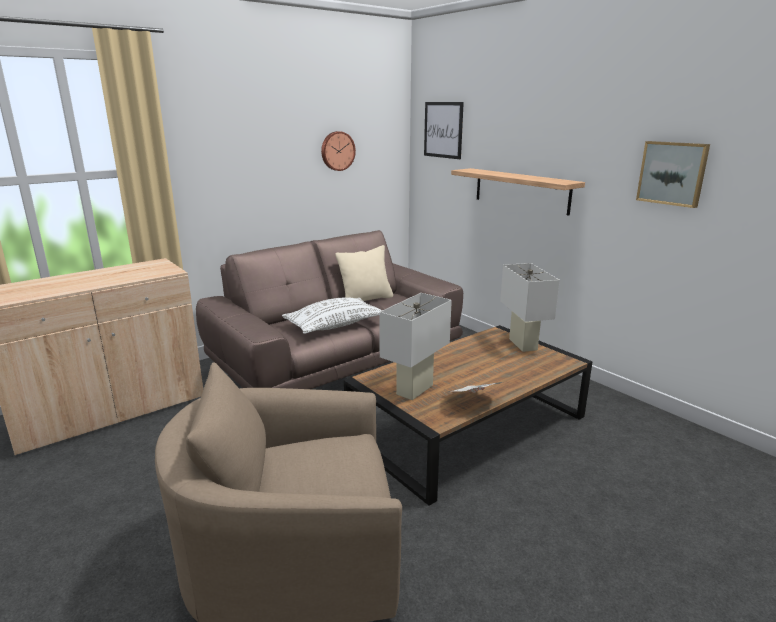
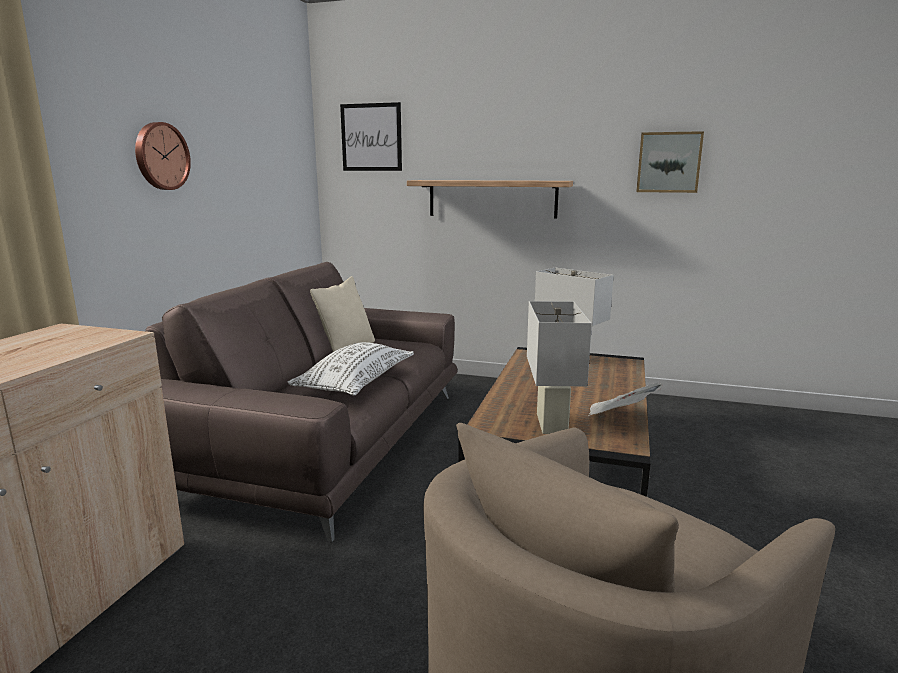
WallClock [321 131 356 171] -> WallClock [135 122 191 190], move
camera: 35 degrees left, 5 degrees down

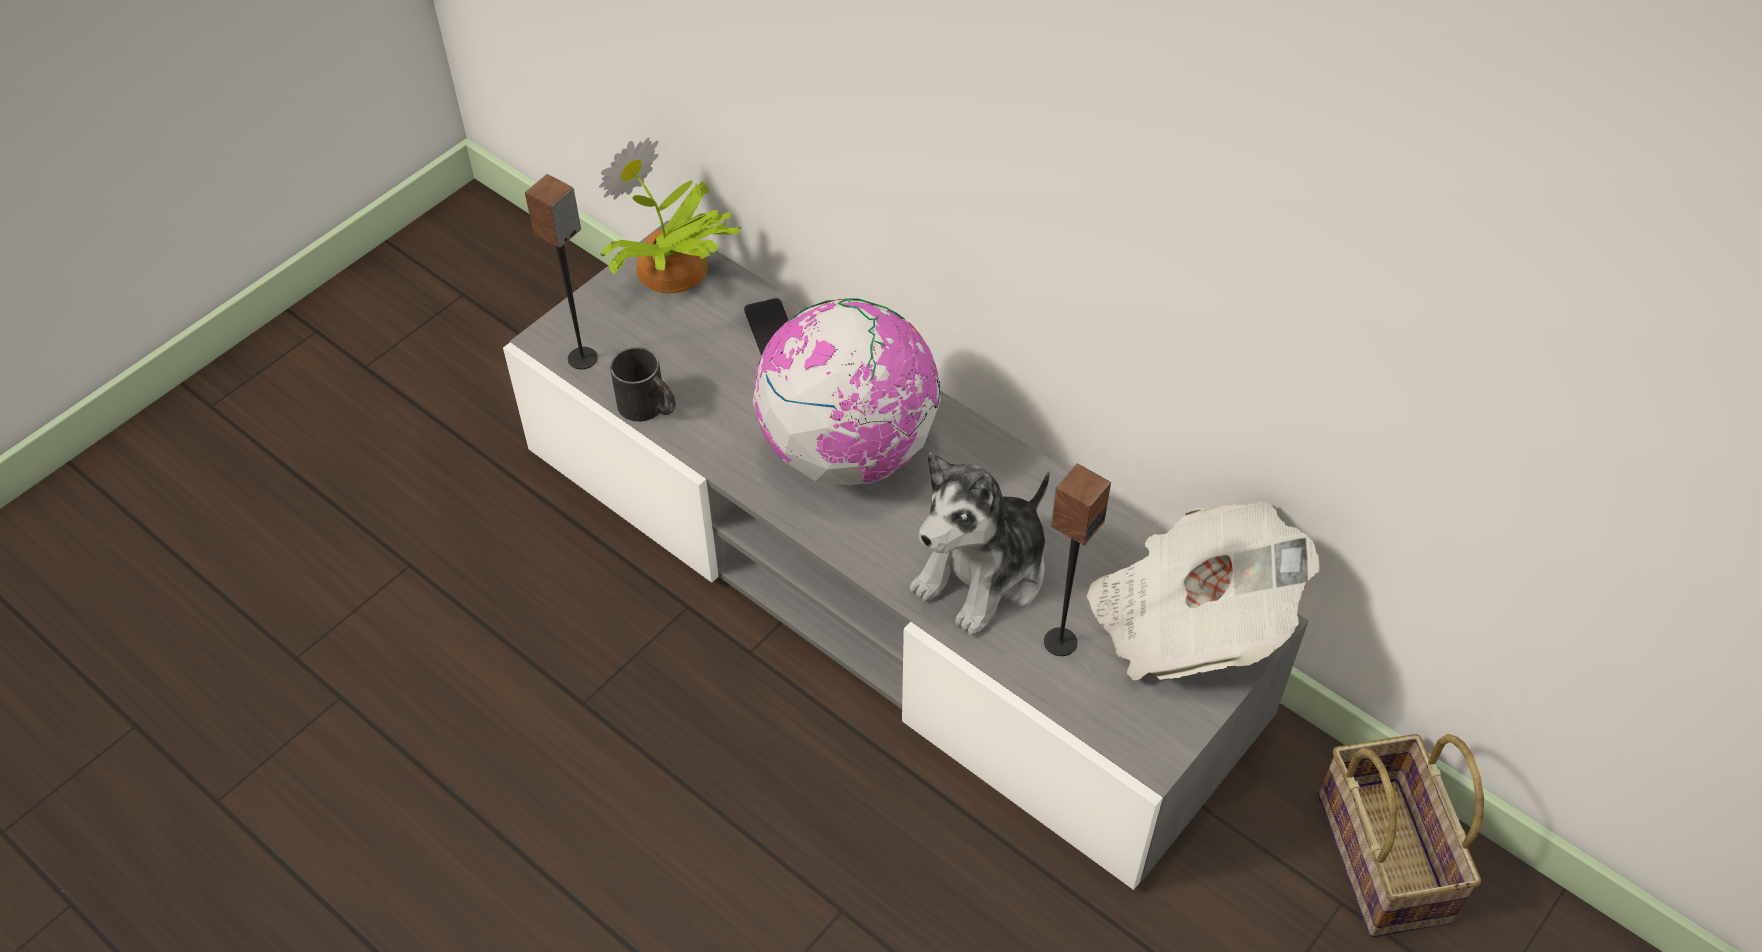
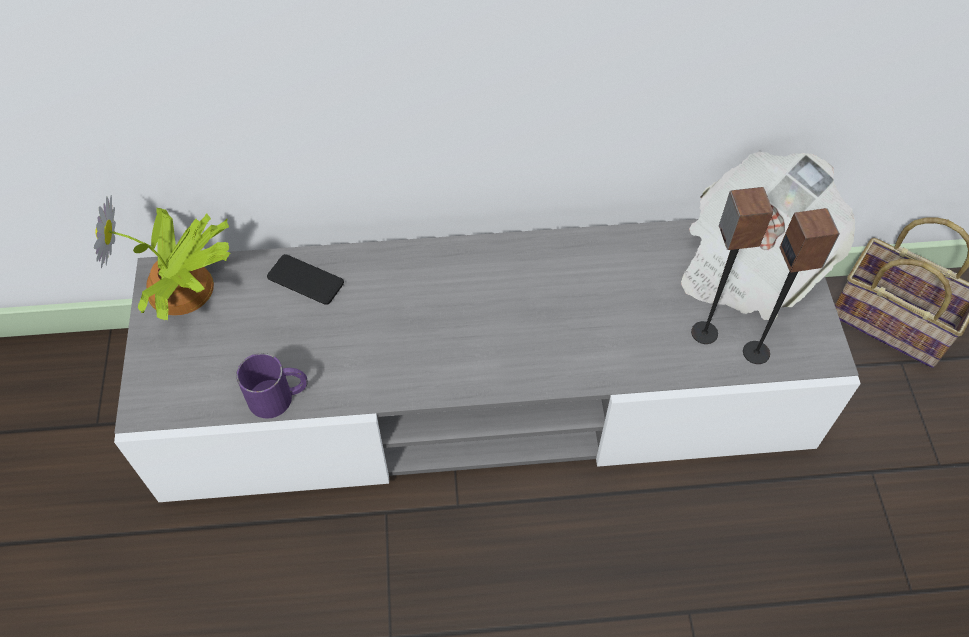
Globe [753 298 941 485] -> none
PlushToy [910 452 1050 636] -> none
Speaker [525 174 597 369] -> Speaker [743 208 840 364], move
BlackMug [610 347 676 422] -> PurpleMug [236 353 308 419]
camera: 45 degrees left, 5 degrees up

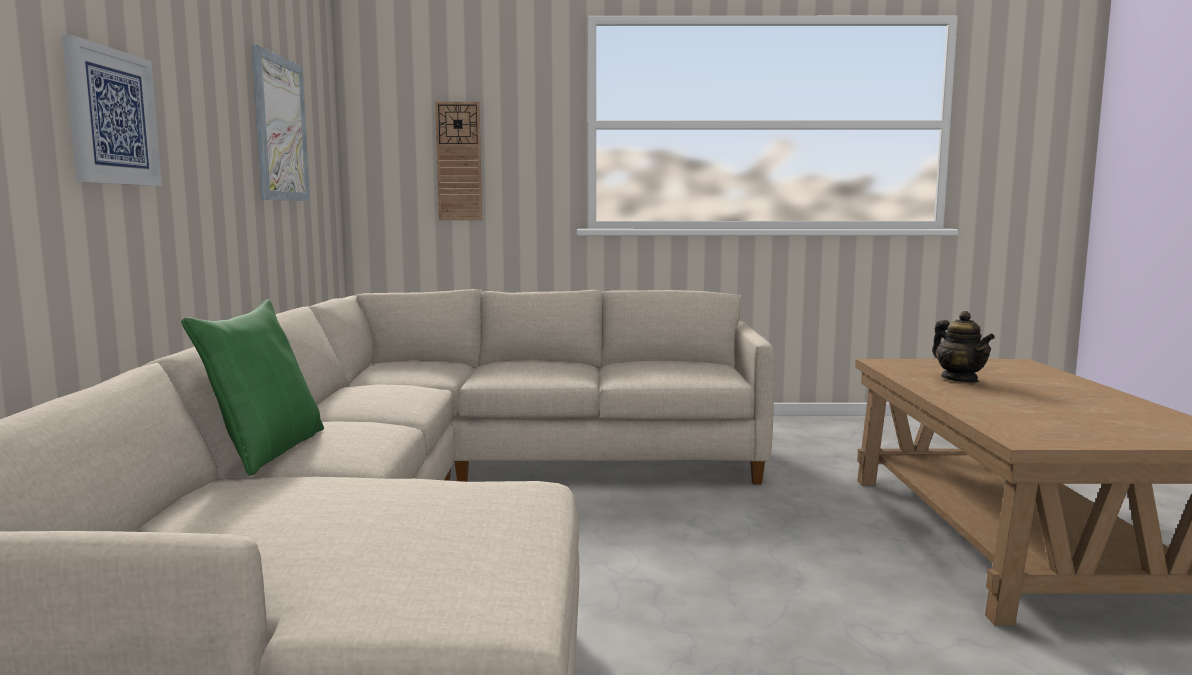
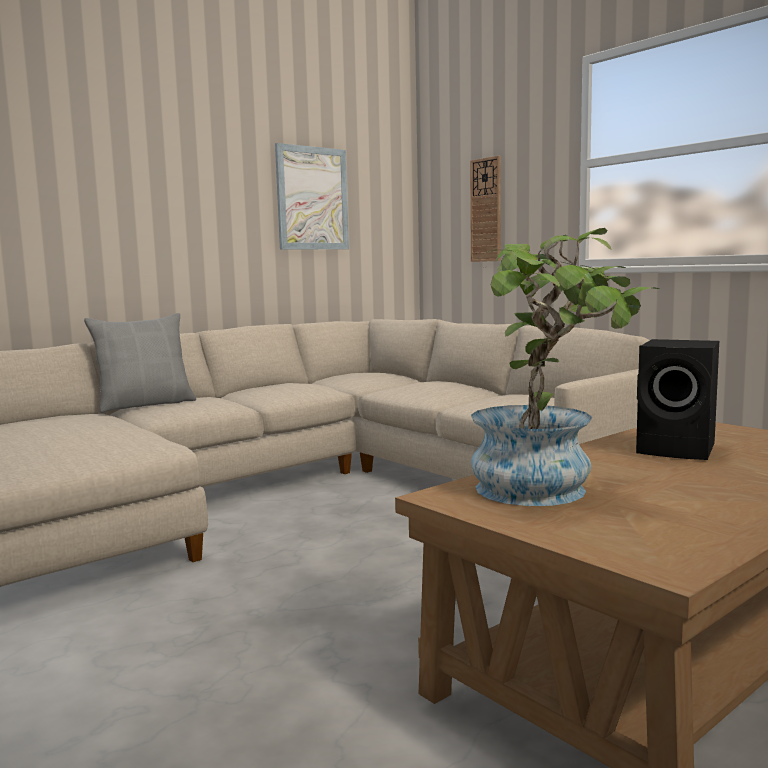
Picture [62 35 162 186] -> none
none -> PottedPlant [471 228 660 506]
Teapot [932 311 995 382] -> BlackSpeaker [636 339 719 460]
GreenPillow [181 299 324 476] -> GreyPillow [84 313 196 413]
camera: 50 degrees right, 0 degrees up

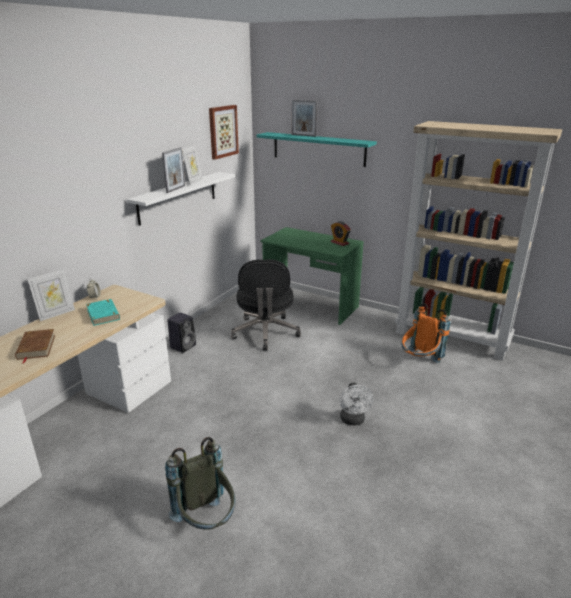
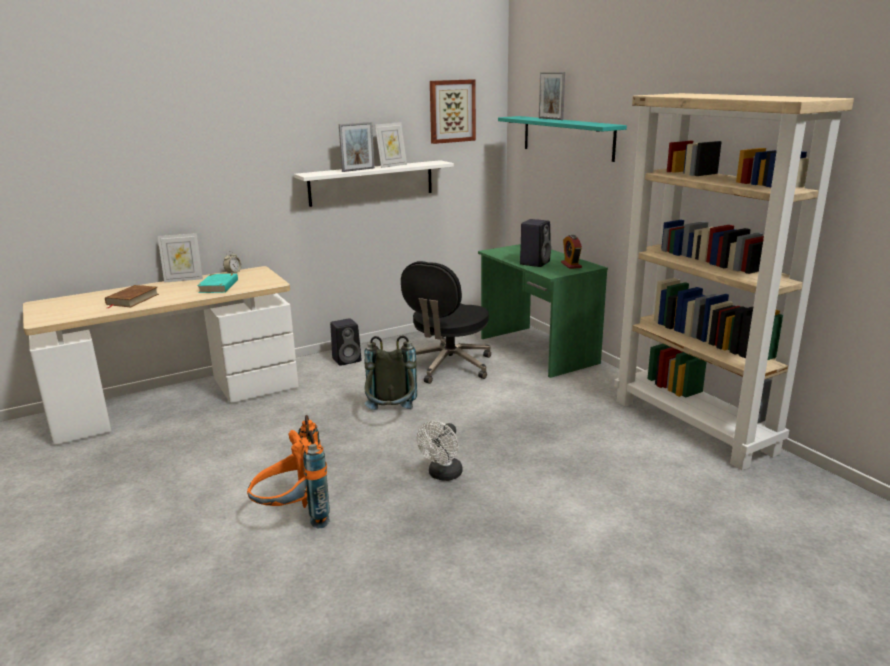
none -> BlackSpeaker [520 219 551 267]
GreyBackpack [165 437 235 530] -> GreyBackpack [364 336 417 410], move
OrangeBackpack [401 303 450 363] -> OrangeBackpack [247 415 330 529], move
camera: 30 degrees right, 5 degrees down

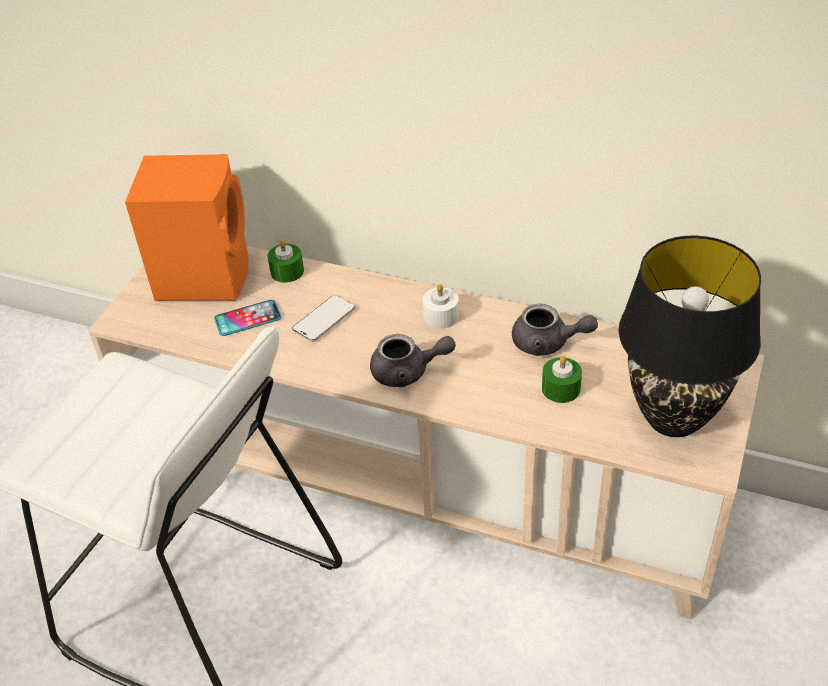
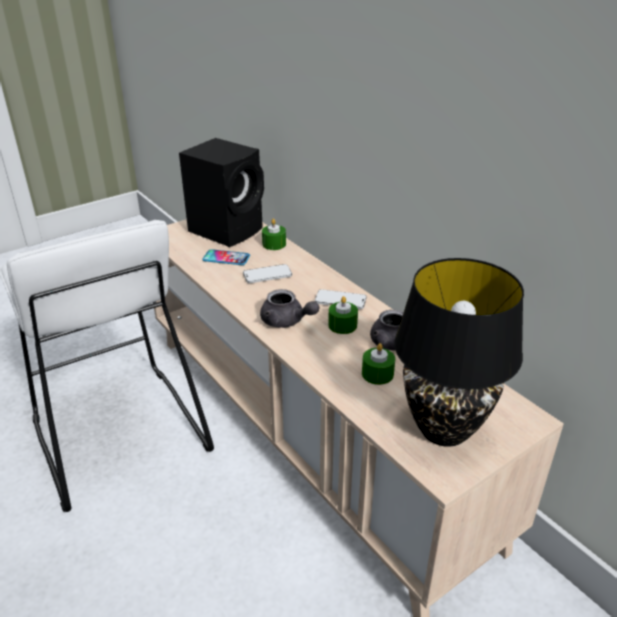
none -> GreenCandle [328 296 358 334]
WhiteCandle [422 284 459 329] -> Phone [315 289 367 309]
OrangeSpeaker [125 154 249 301] -> BlackSpeaker [179 138 264 247]
camera: 30 degrees right, 10 degrees down

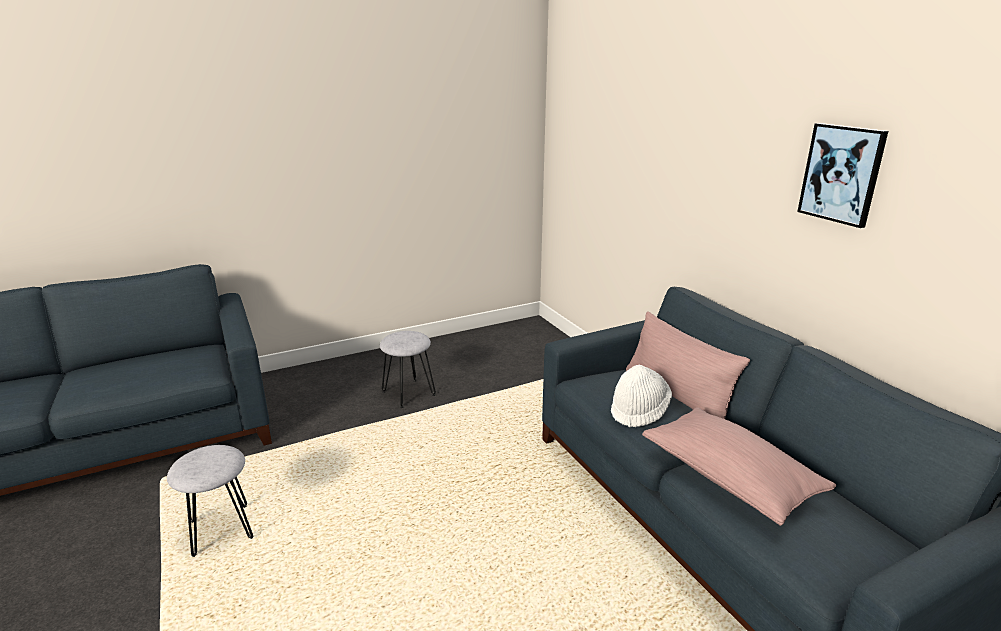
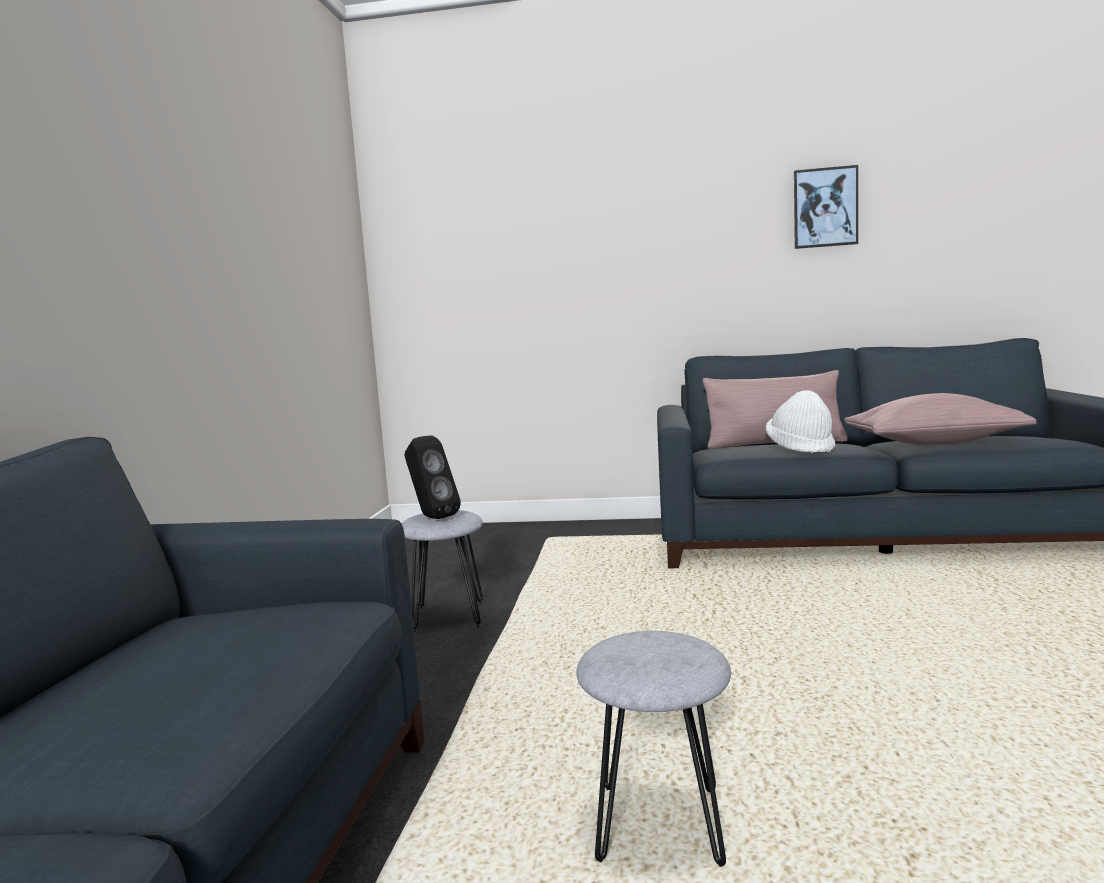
none -> BlackSpeaker [404 435 461 519]
camera: 55 degrees left, 15 degrees down

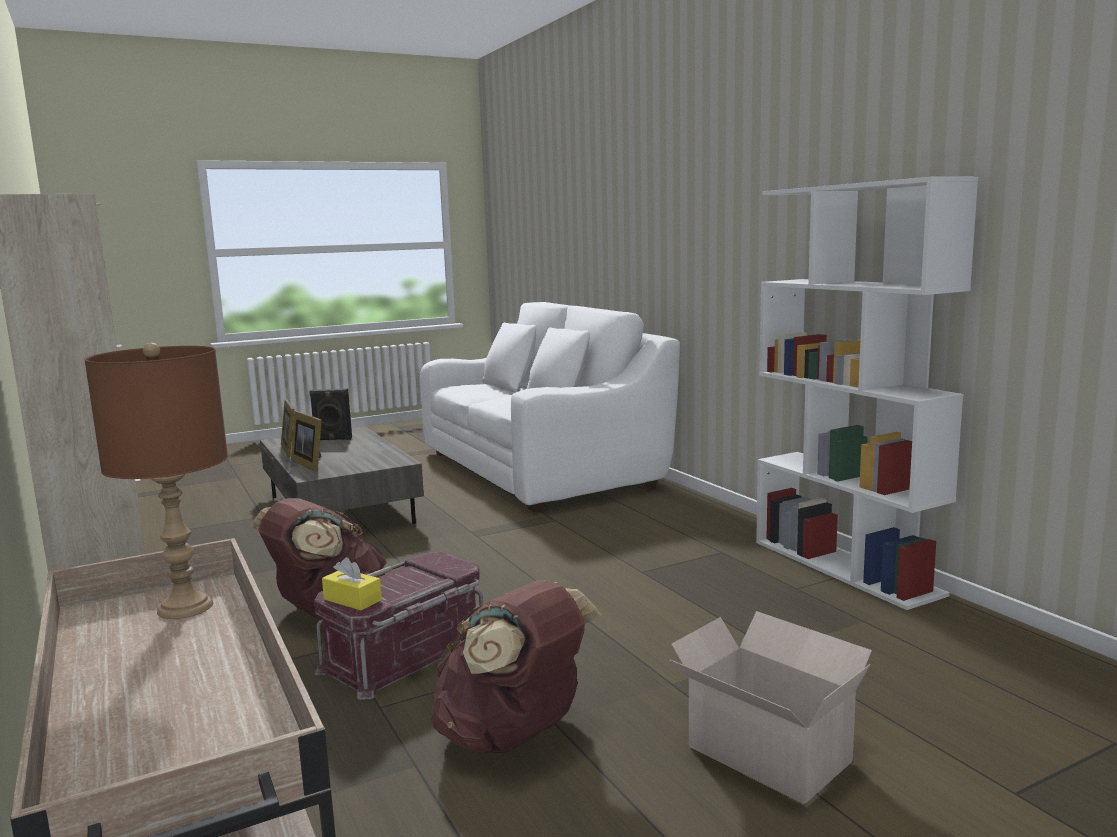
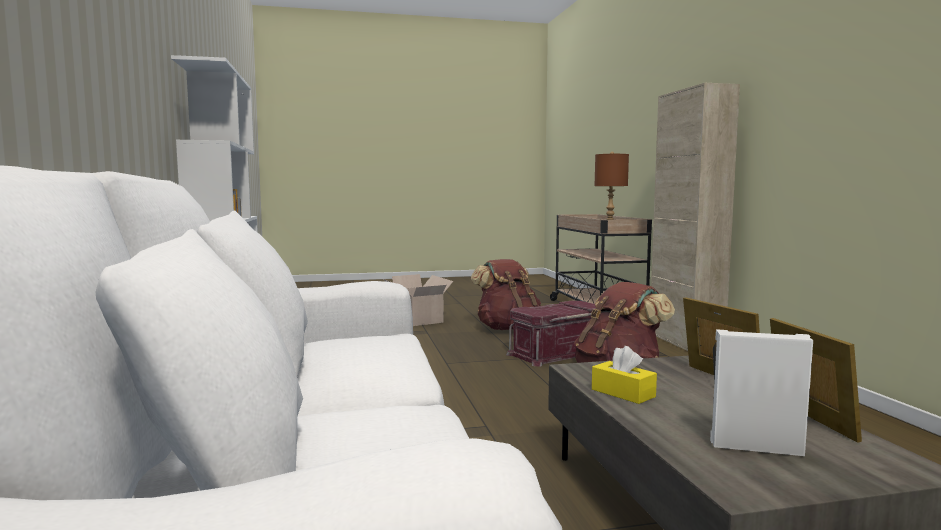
YellowTissueBox [322 557 382 611] -> YellowTissueBox [592 346 657 404], move
BlackSpeaker [309 388 352 440] -> WhiteSpeaker [710 329 813 456]
camera: 165 degrees left, 5 degrees down

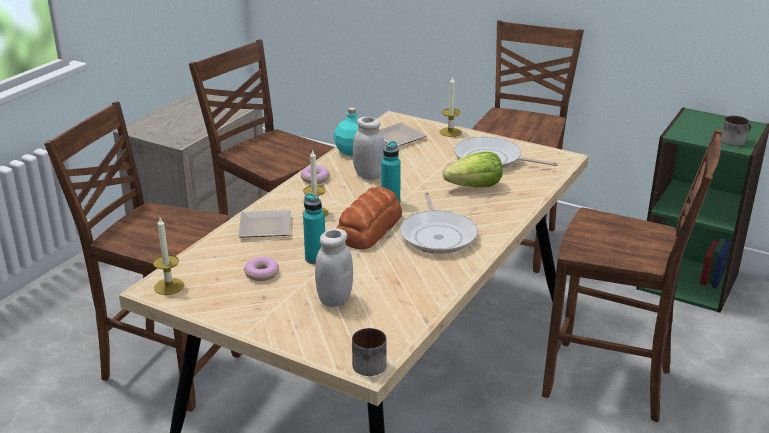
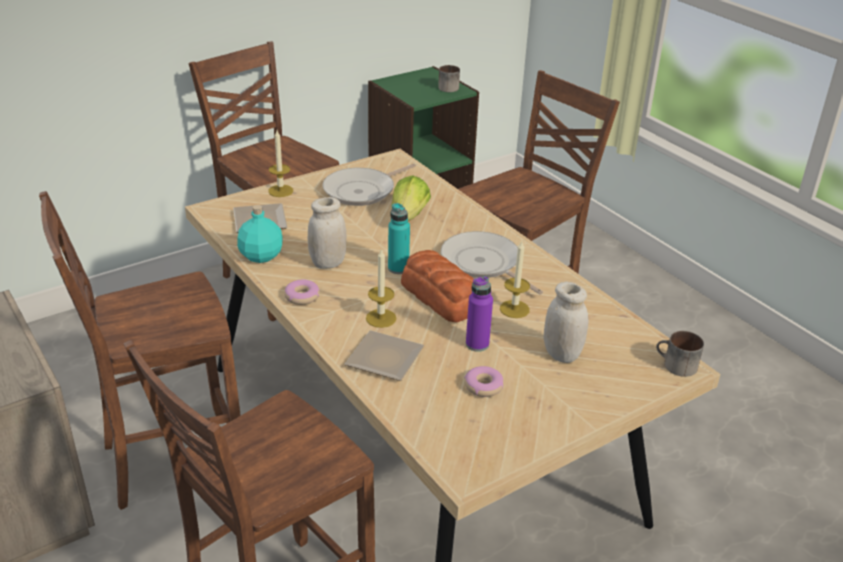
Candle [153 218 184 295] -> Candle [500 242 530 318], move
TurquoiseBottle [303 193 325 264] -> PurpleBottle [466 276 493 352]
FryingPan [400 192 478 254] -> FryingPan [441 231 543 295], 150 degrees counterclockwise
camera: 65 degrees left, 5 degrees up

